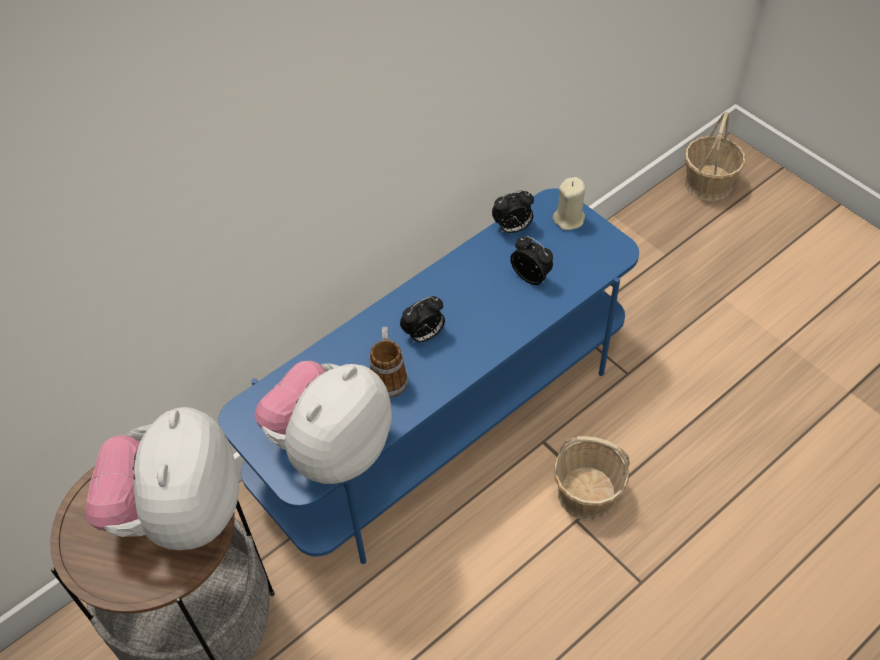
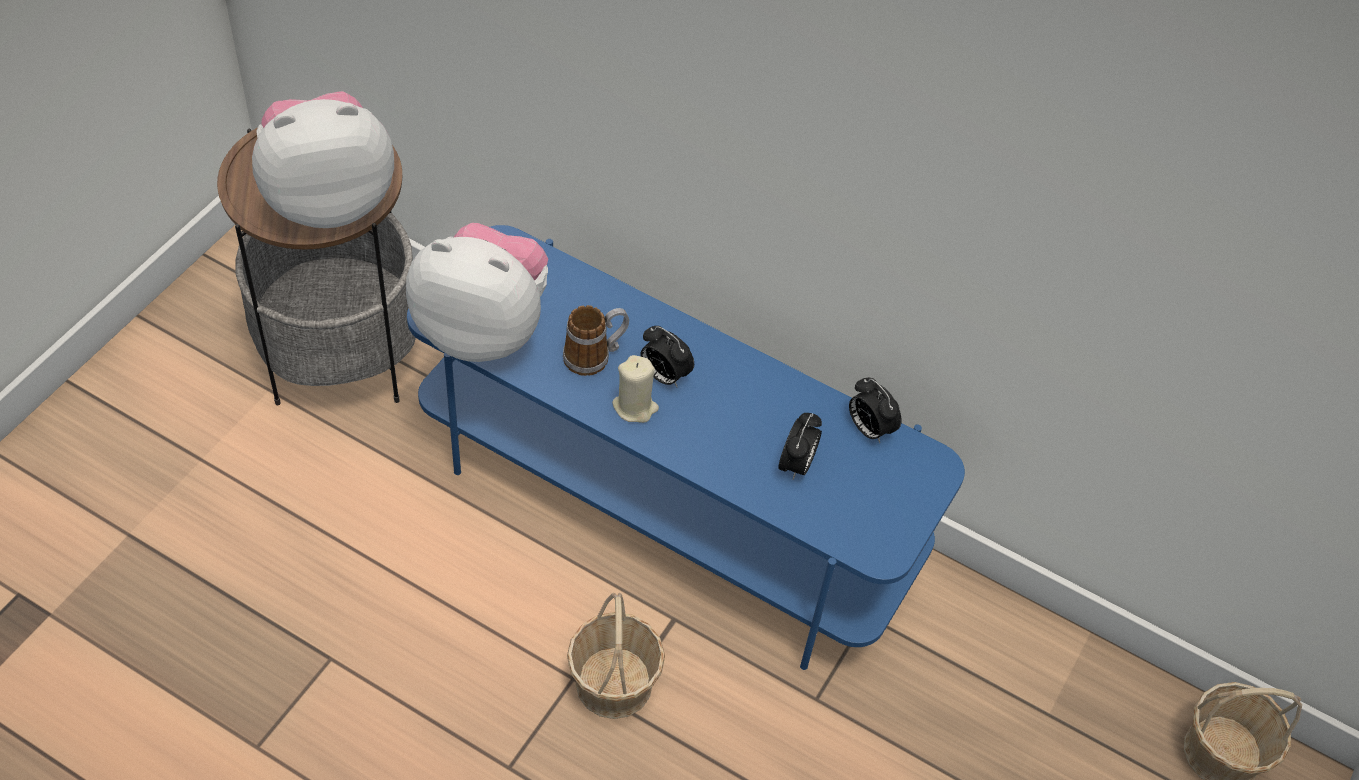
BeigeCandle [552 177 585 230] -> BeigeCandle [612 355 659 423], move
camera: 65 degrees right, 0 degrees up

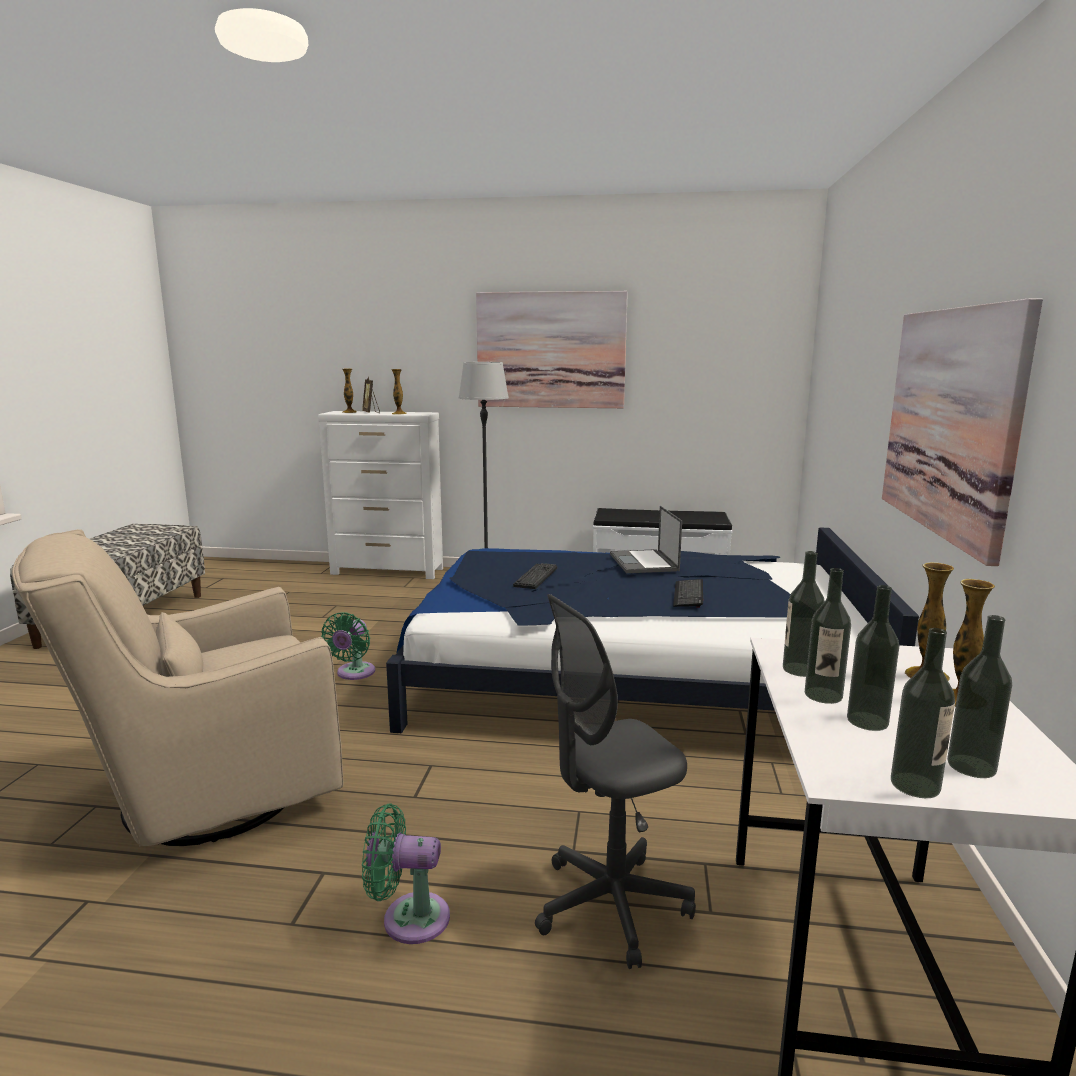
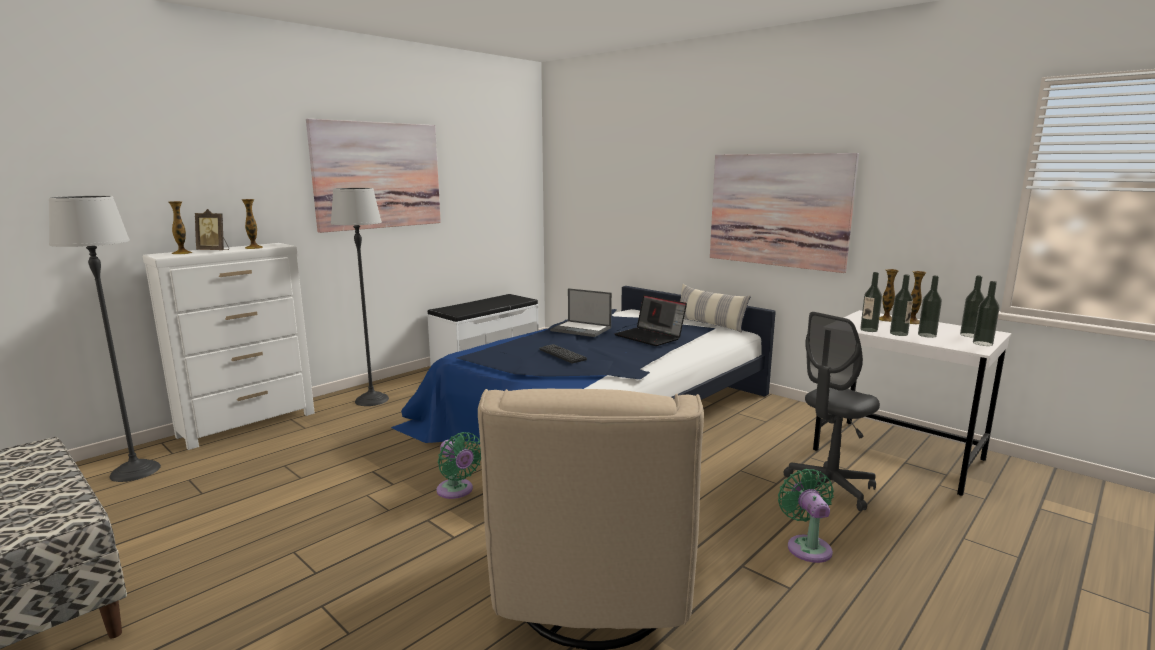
none -> FloorLamp [49 196 161 482]
none -> Pillow [680 284 751 333]
Keyboard [673 579 703 608] -> Laptop [614 295 687 346]
GreenFan [362 804 450 944] -> GreenFan [778 469 834 563], 135 degrees clockwise
GreyOfficeChair [535 594 696 969] -> GreyOfficeChair [784 312 880 511], 45 degrees clockwise
camera: 55 degrees left, 0 degrees up

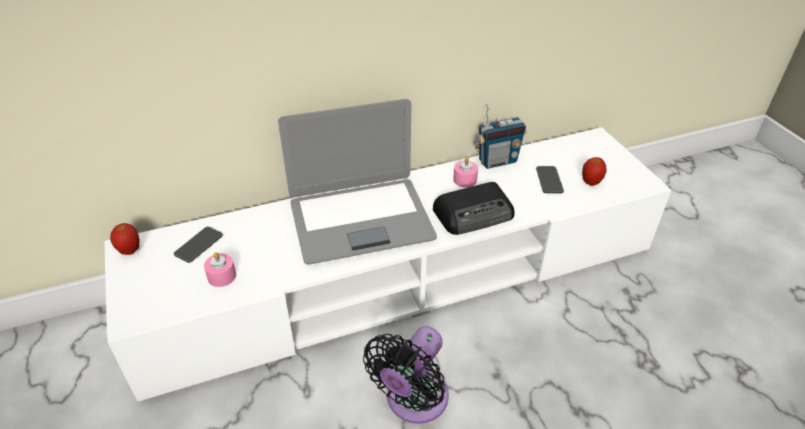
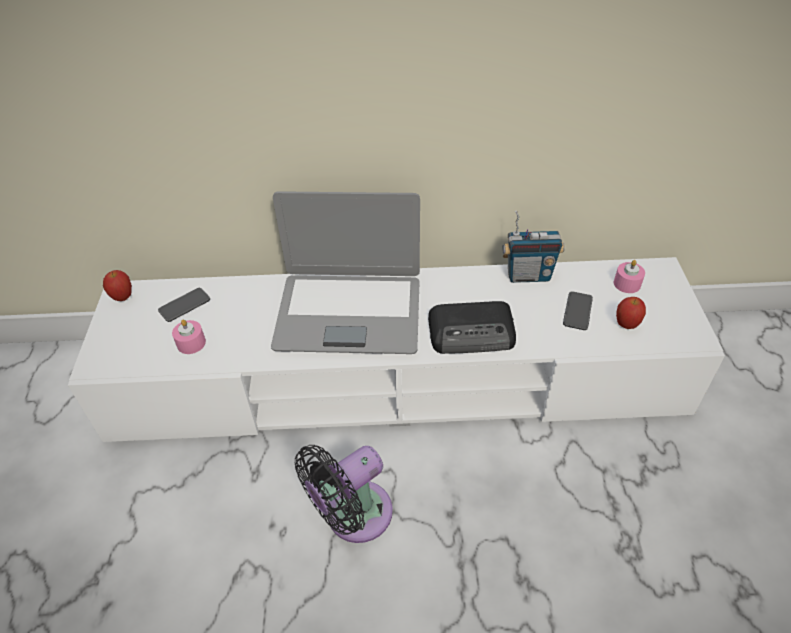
PinkCandle [453 157 478 188] -> PinkCandle [614 260 645 293], move
camera: 20 degrees right, 5 degrees up

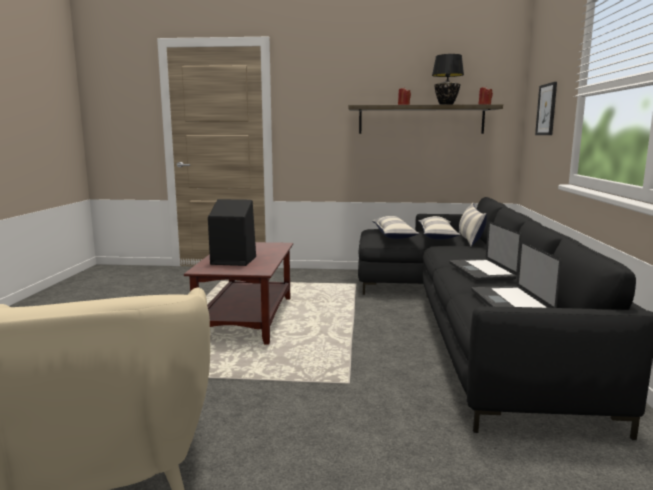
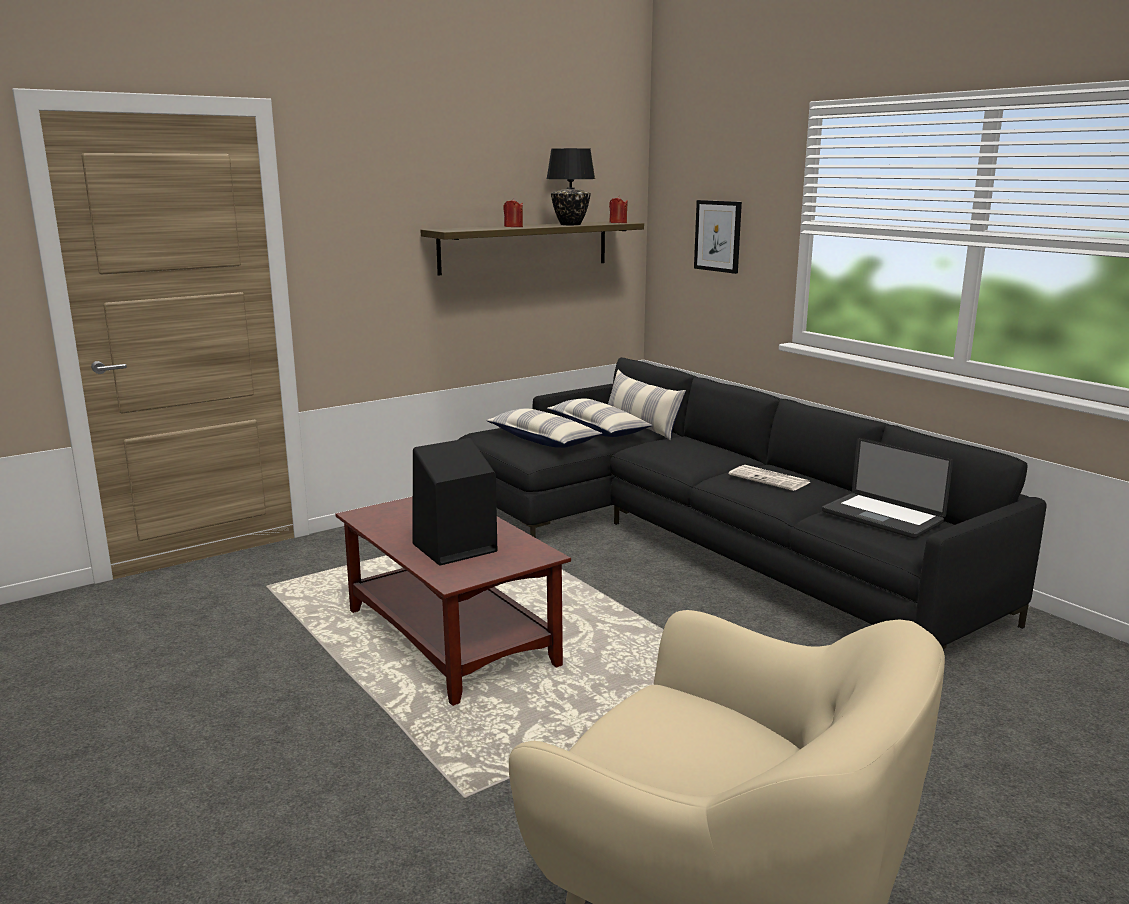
Laptop [449 221 521 281] -> Newspaper [729 465 811 491]
camera: 40 degrees left, 5 degrees up

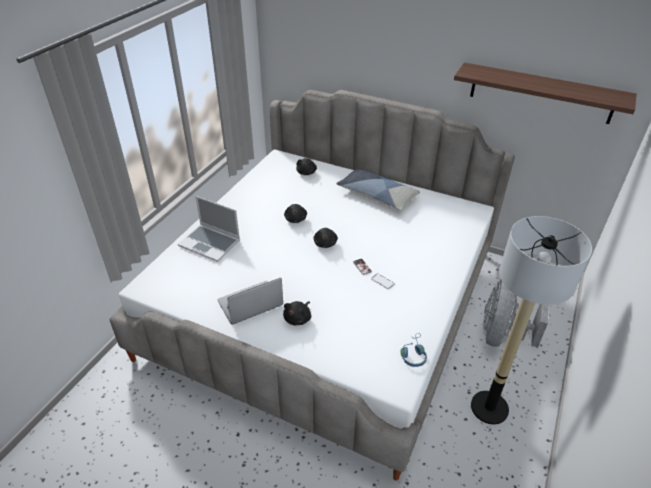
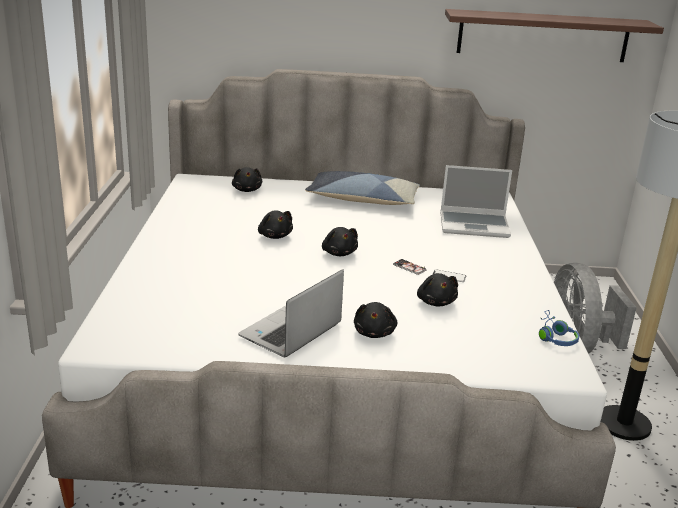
none -> BlackPlushToy [417 273 458 306]
Laptop [178 196 240 262] -> Laptop [440 165 512 238], move
camera: 25 degrees left, 15 degrees down

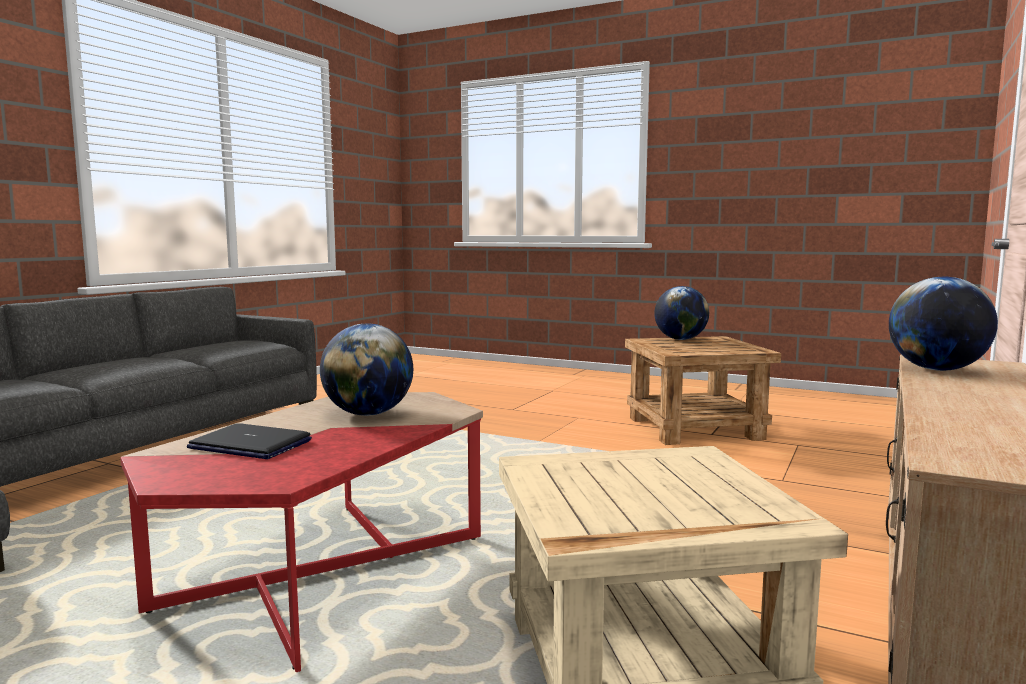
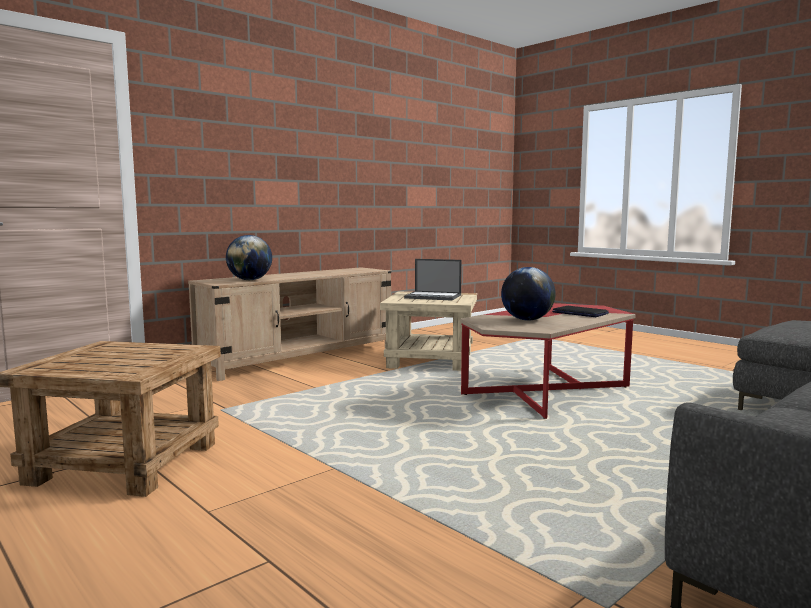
Globe [654 286 709 340] -> none
none -> Laptop [404 259 462 301]
camera: 160 degrees left, 0 degrees up

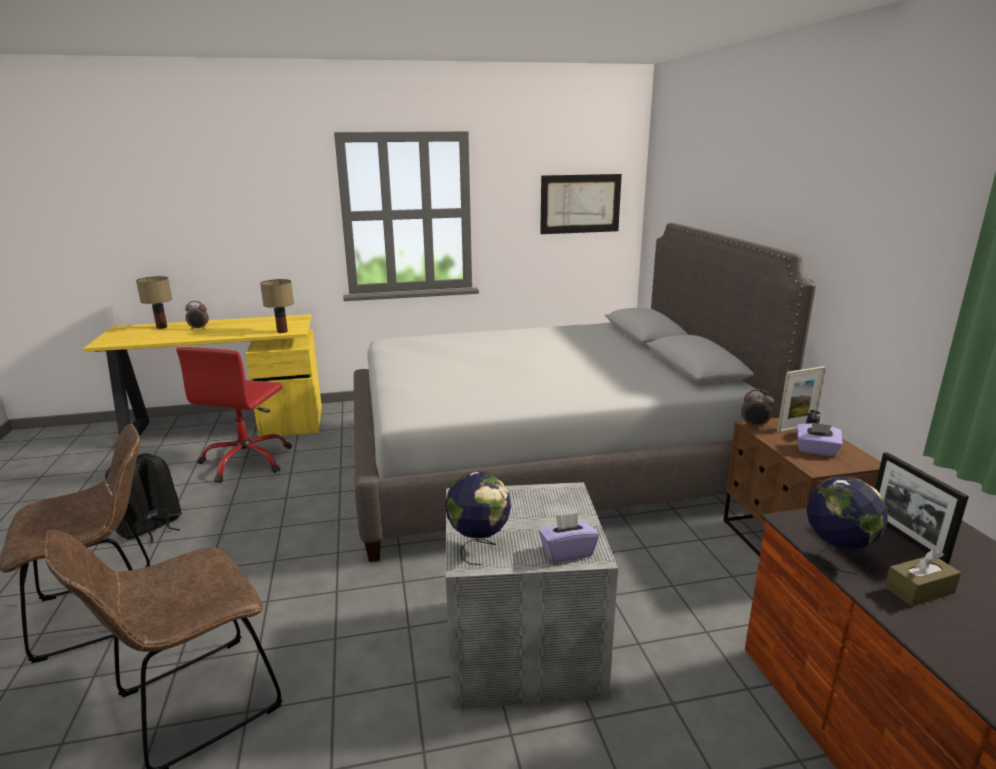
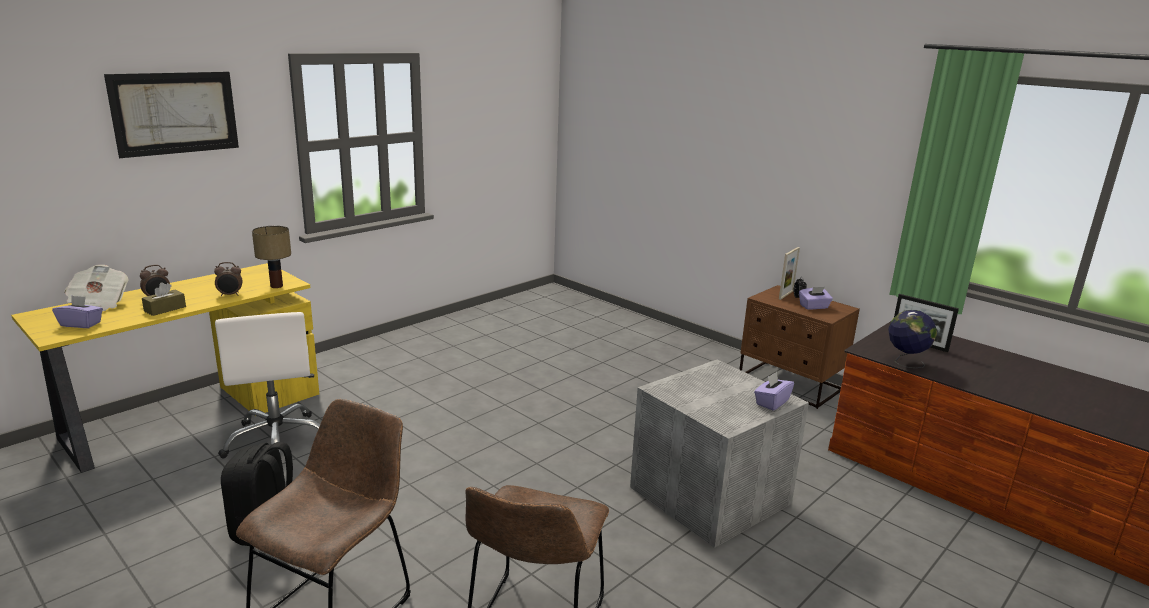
GreyBed [354 223 816 562] -> none
Globe [445 472 511 565] -> none
none -> PurpleTissueBox [52 296 103 328]
Picture [540 174 622 234] -> Picture [104 72 239 158], move
AlarmClock [741 389 774 429] -> AlarmClock [214 262 243 296], move
BrownTissueBox [885 549 961 606] -> BrownTissueBox [142 282 186 316], move
TableLamp [136 276 172 329] -> Newspaper [64 265 129 311]
RedOfficeChair [176 347 292 483] -> WhiteOfficeChair [215 312 320 458]
camera: 35 degrees left, 0 degrees up

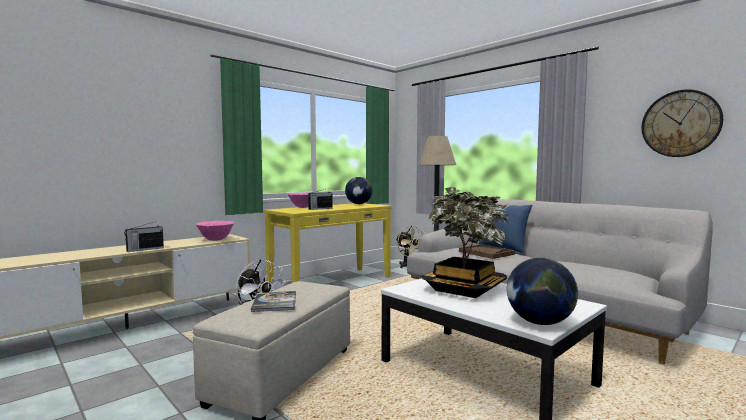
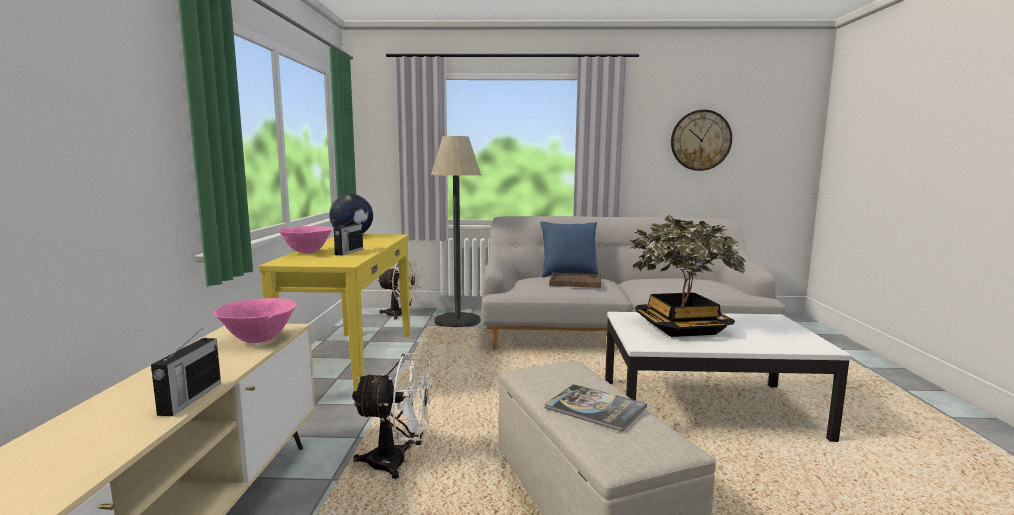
Globe [507 258 578 325] -> none
camera: 45 degrees left, 5 degrees up

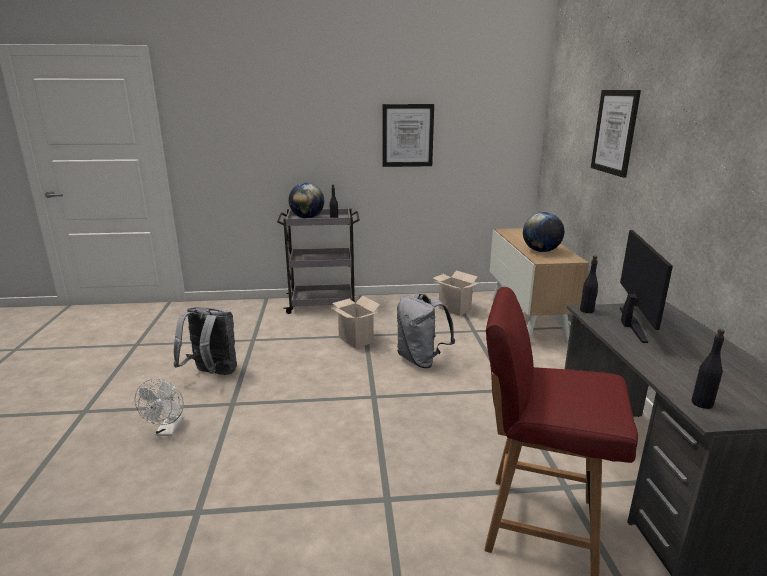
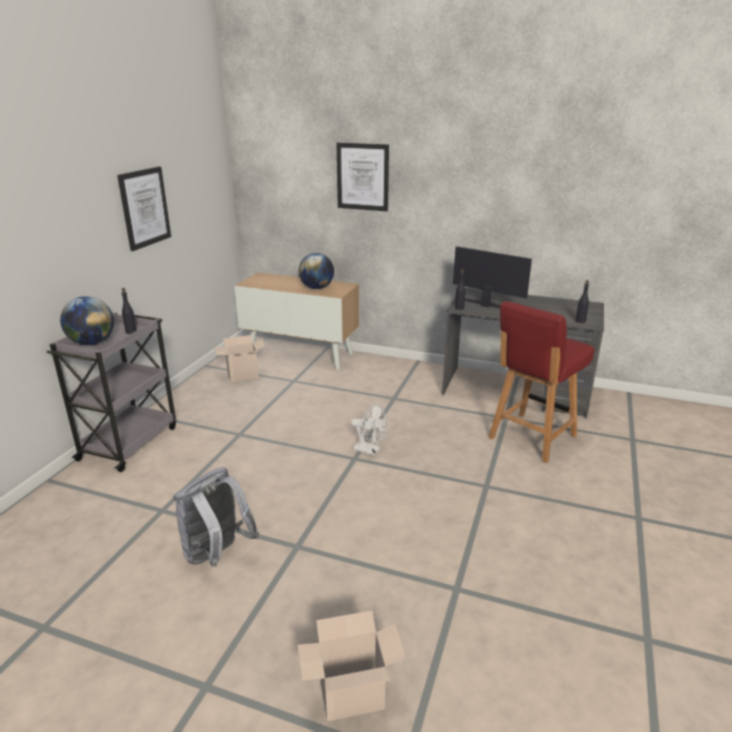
GreyBackpack [397 294 455 368] -> none
WhiteFan [135 378 184 436] -> WhiteFan [351 404 388 456], move
CardboardBox [329 296 380 349] -> CardboardBox [297 611 406 721], move
camera: 65 degrees left, 5 degrees up

